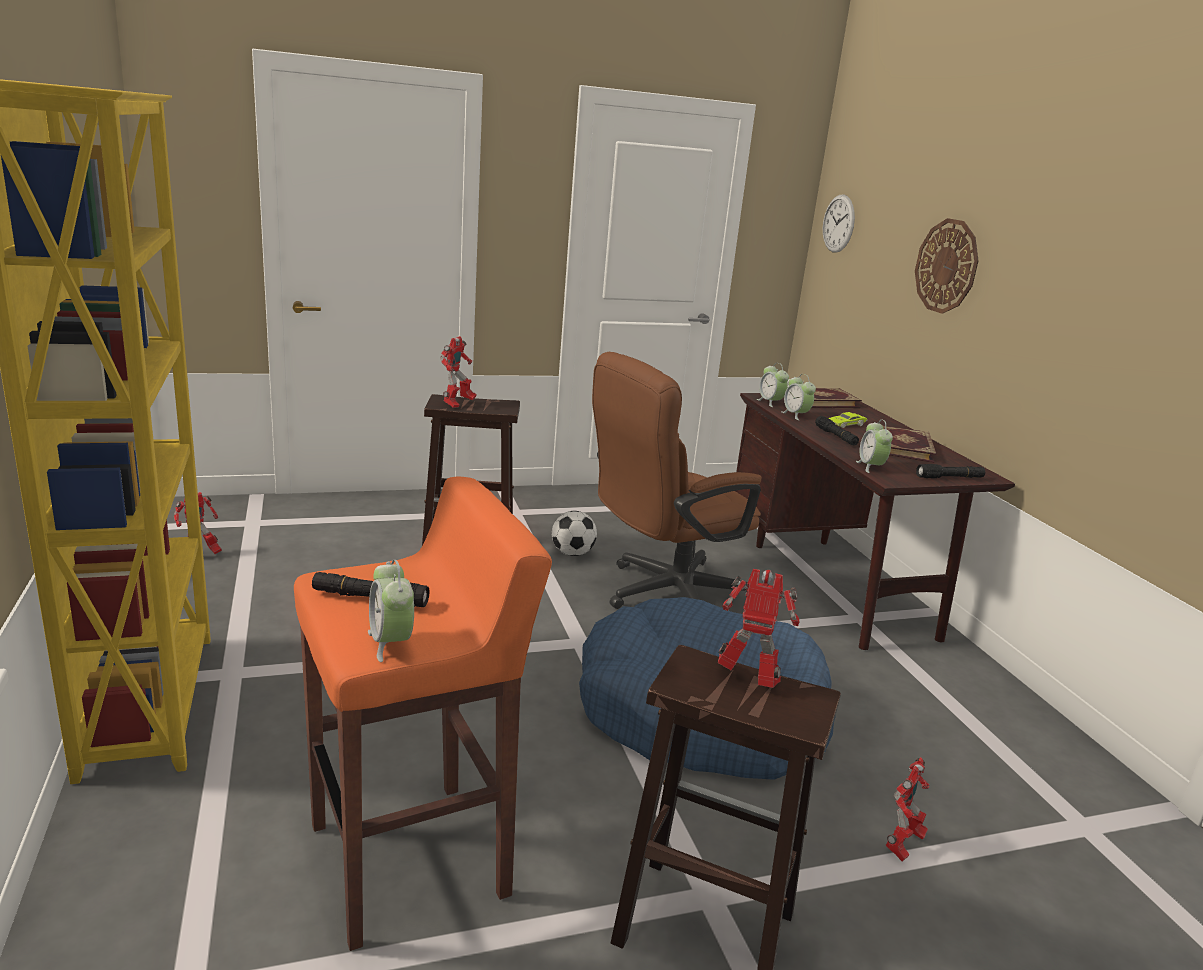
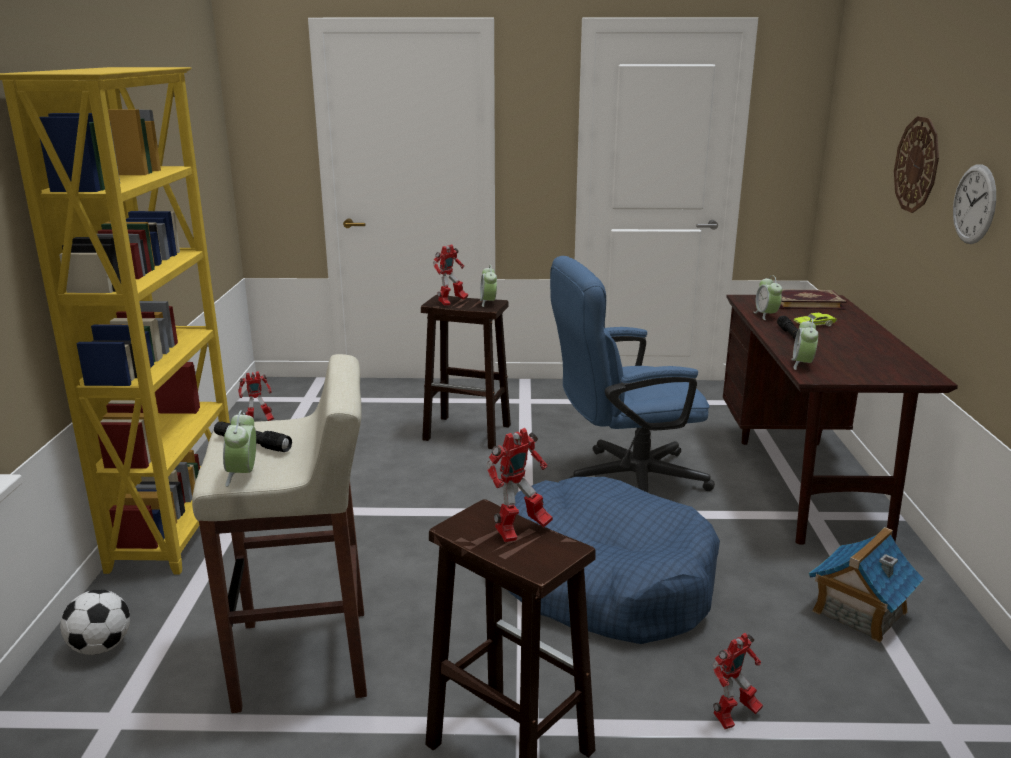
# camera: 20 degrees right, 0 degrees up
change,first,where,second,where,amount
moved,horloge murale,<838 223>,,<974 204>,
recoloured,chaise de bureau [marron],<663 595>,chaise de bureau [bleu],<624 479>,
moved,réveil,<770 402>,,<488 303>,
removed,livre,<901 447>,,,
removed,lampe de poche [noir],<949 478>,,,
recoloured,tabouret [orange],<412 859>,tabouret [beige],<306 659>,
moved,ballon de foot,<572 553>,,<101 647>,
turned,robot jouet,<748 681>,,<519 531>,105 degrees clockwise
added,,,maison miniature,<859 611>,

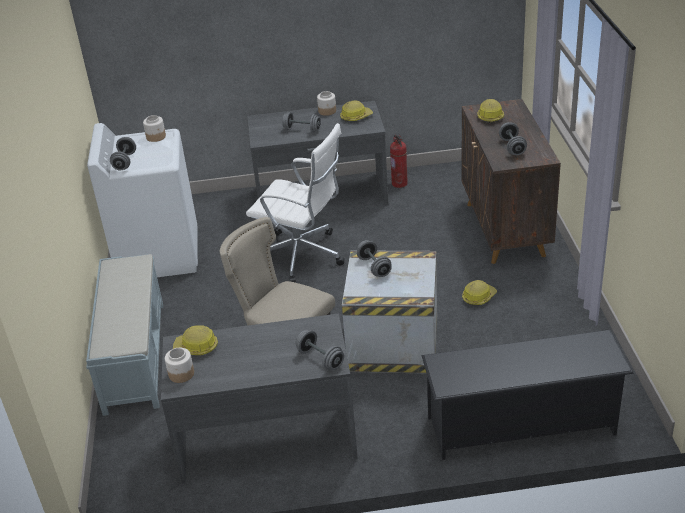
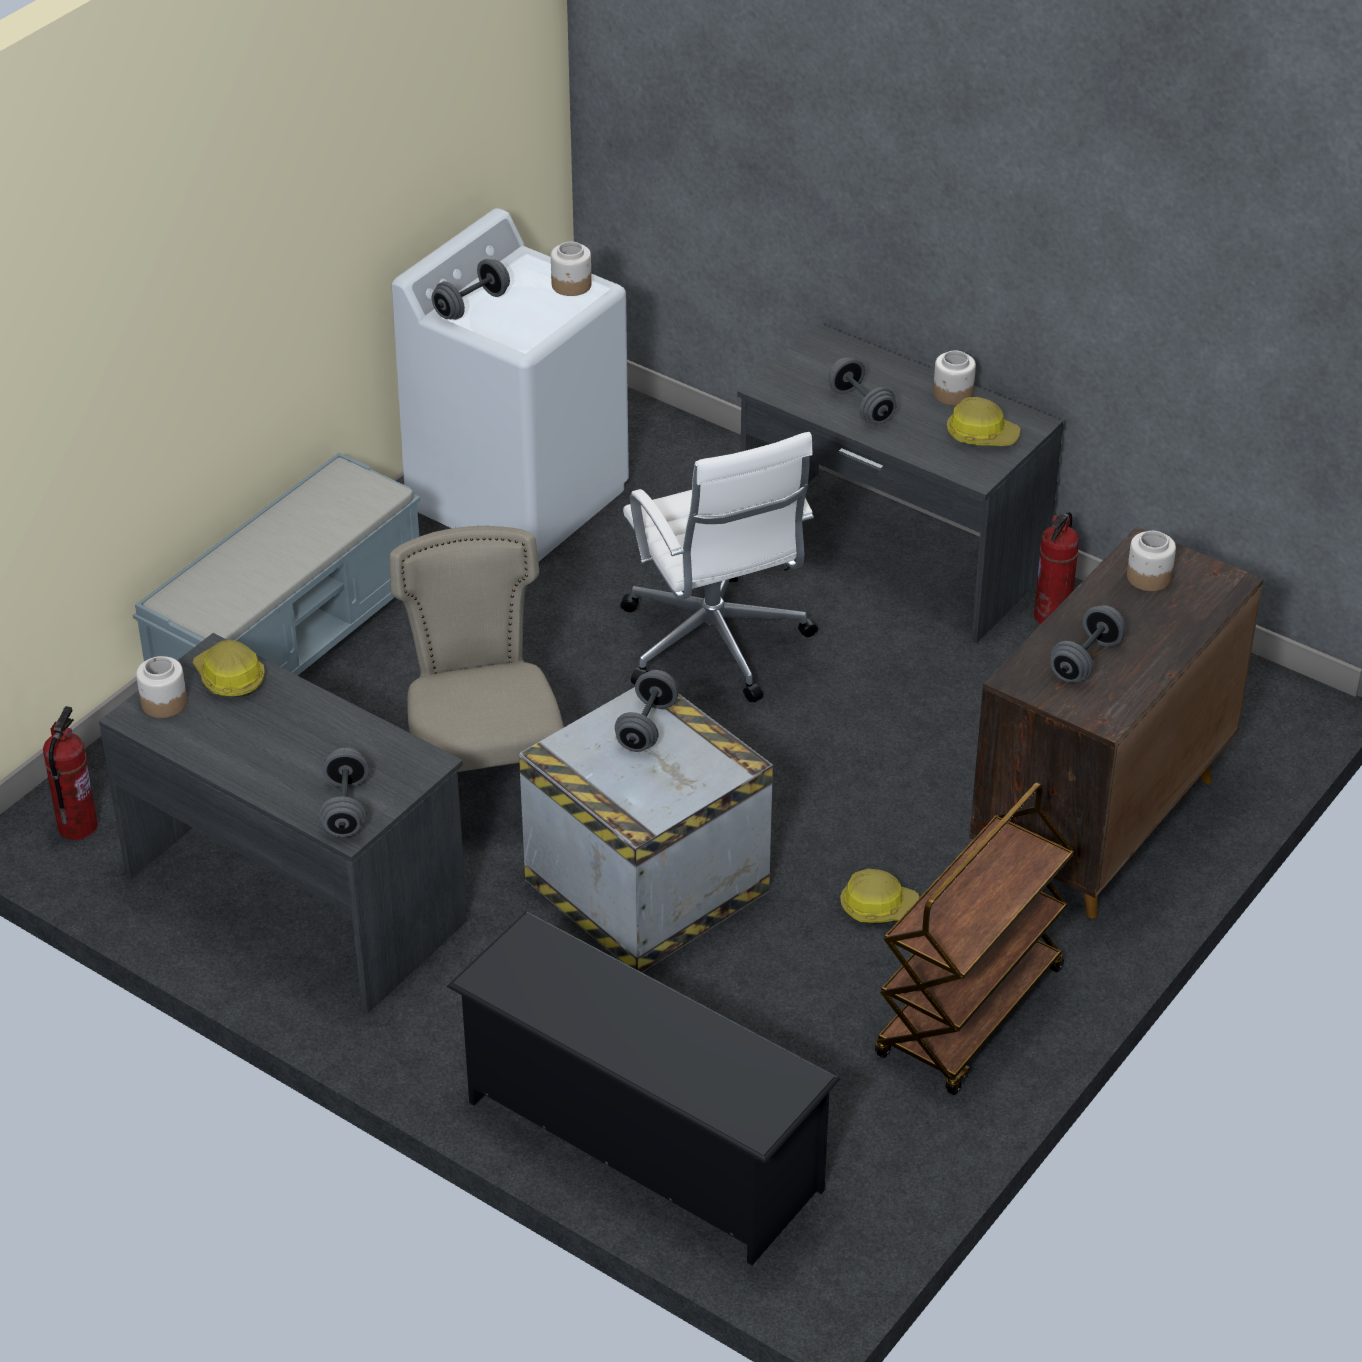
# camera: 40 degrees right, 5 degrees up
change,first,where,second,where,amount
replaced,casque de chantier,<489 116>,bocal,<1148 577>,
added,,,extincteur,<77 826>,
added,,,chariot [marron],<970 1014>,

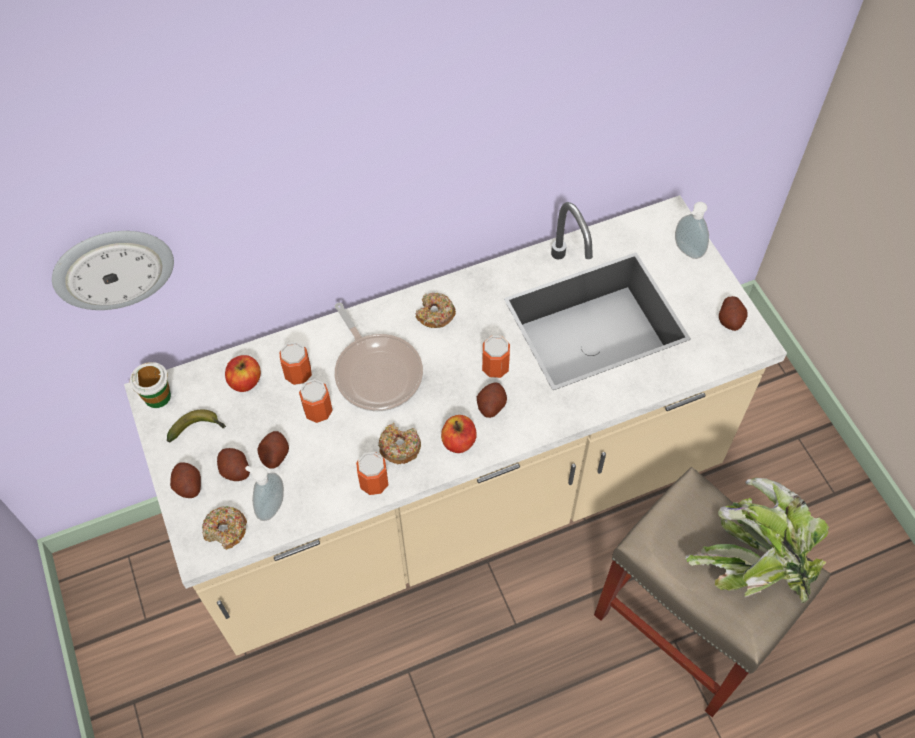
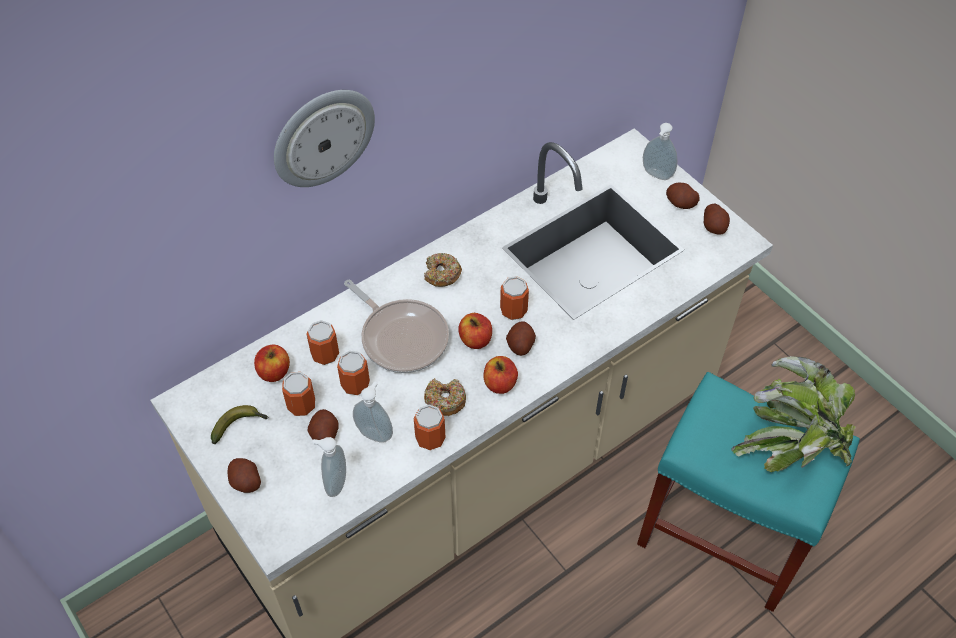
# camera: 15 degrees left, 5 degrees down
change,first,where,second,where,amount
moved,horloge murale,<113 268>,,<322 137>,
removed,tasse,<157 396>,,,
moved,pomme de terre,<235 470>,,<680 203>,
recoloured,tabouret [beige],<687 626>,tabouret [turquoise],<726 534>,
removed,beignet,<226 530>,,,
added,,,pomme,<475 340>,
added,,,boîte métallique,<301 405>,
added,,,distributeur de savon,<375 433>,

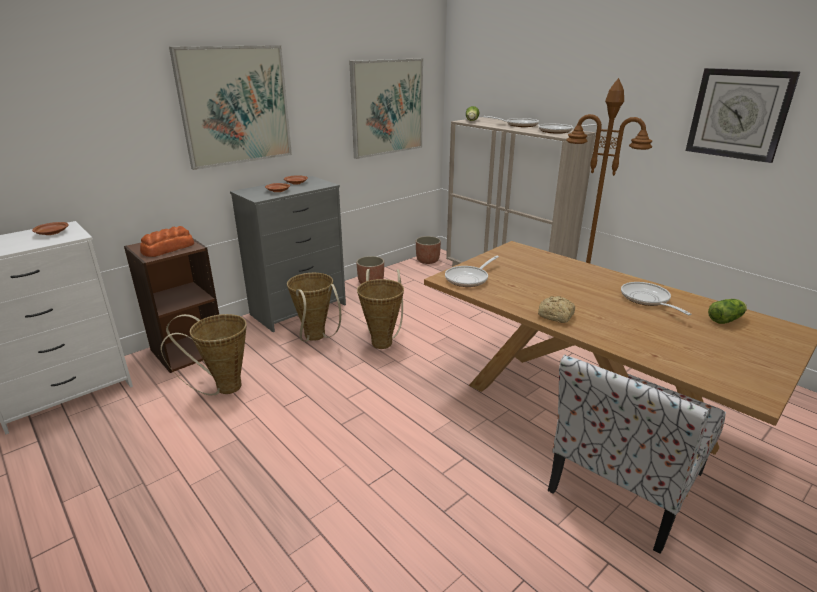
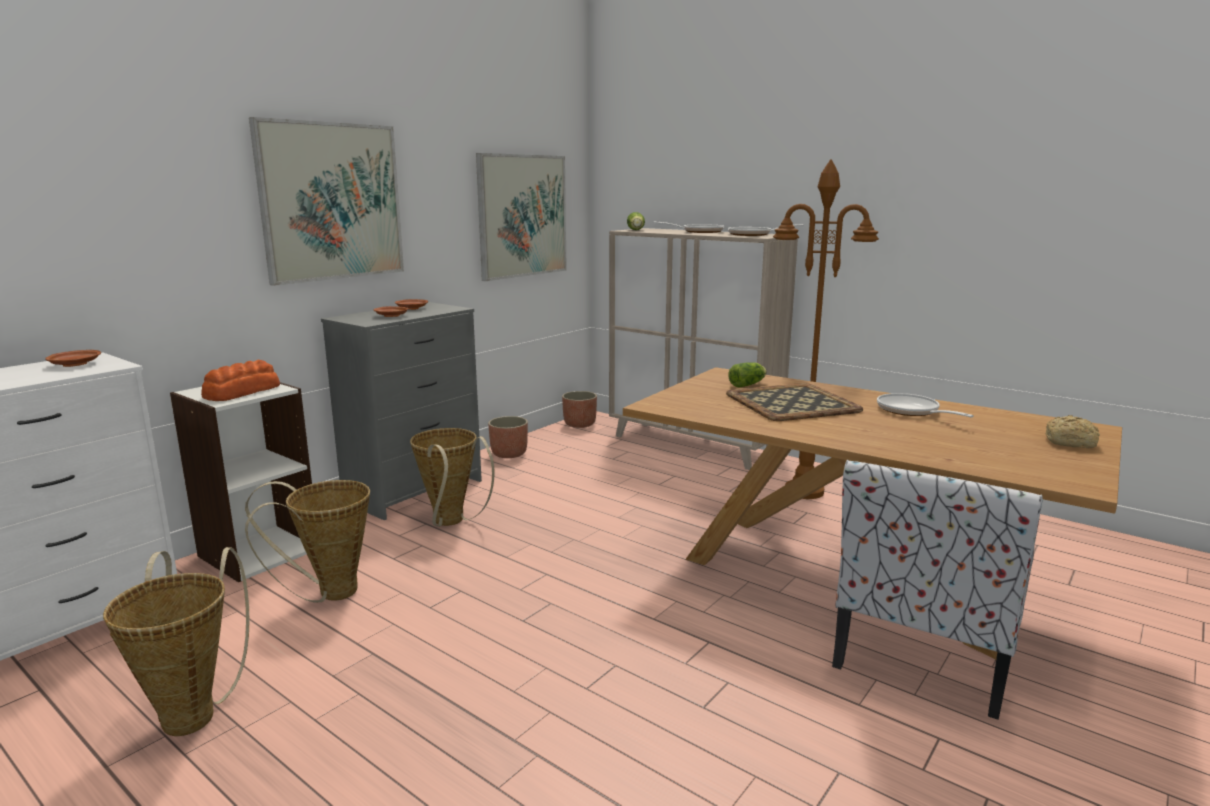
# camera: 10 degrees left, 10 degrees down
change,first,where,second,where,amount
removed,horloge murale,<739 114>,,,
recoloured,bibliothèque [marron],<188 350>,bibliothèque [blanc],<258 552>,
removed,poêle,<469 278>,,,
moved,panier,<382 341>,,<194 712>,
moved,pain,<556 316>,,<1071 442>,
moved,laitue,<726 319>,,<748 385>,
added,,,plateau,<791 403>,

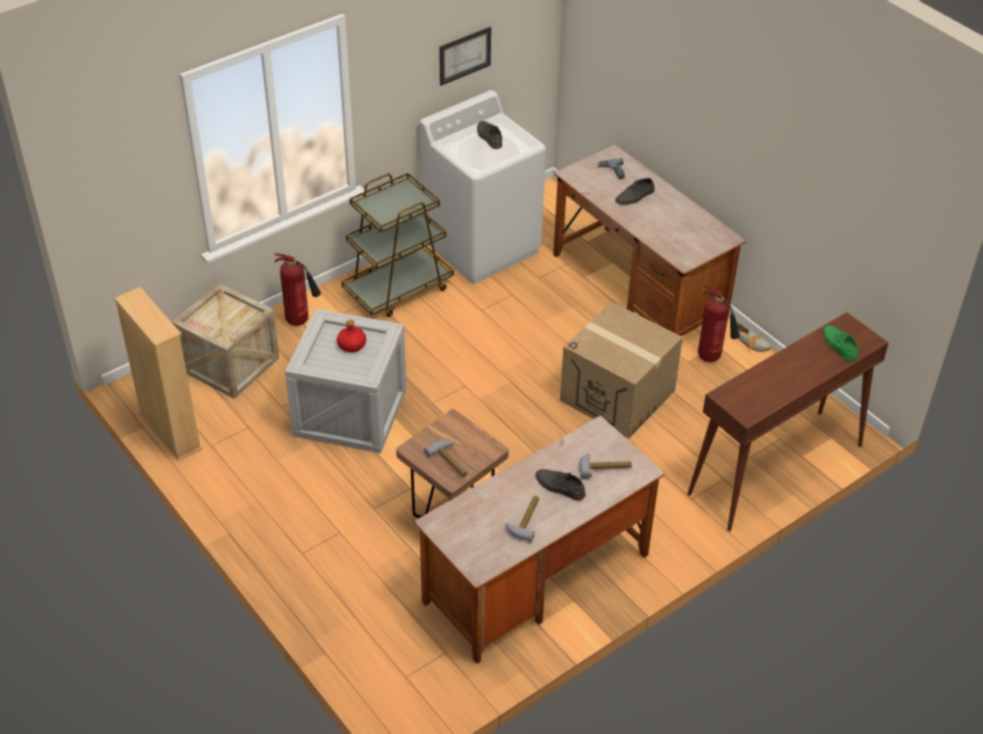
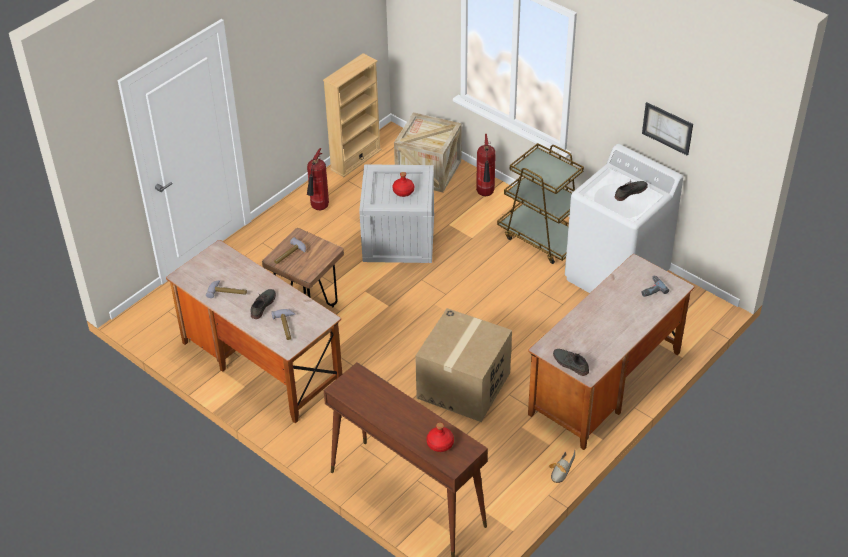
# camera: 80 degrees right, 0 degrees up
change,first,where,second,where,amount
moved,chaussure [gris],<635 196>,,<570 363>,
moved,extincteur,<712 358>,,<319 208>,
replaced,chaussure [vert],<838 345>,bouteille [rouge],<439 444>,

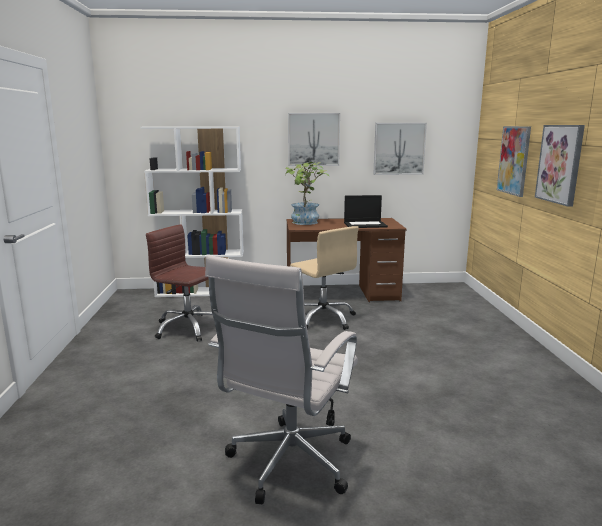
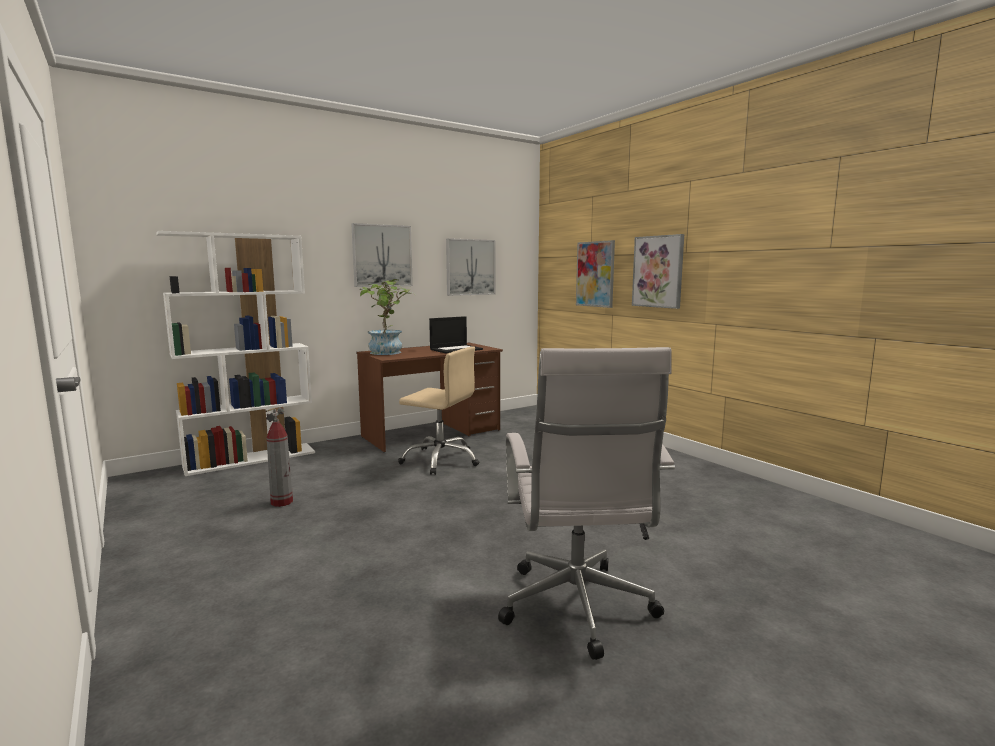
# camera: 30 degrees left, 5 degrees down
change,first,where,second,where,amount
replaced,chaise de bureau [marron],<188 328>,extincteur,<282 502>,

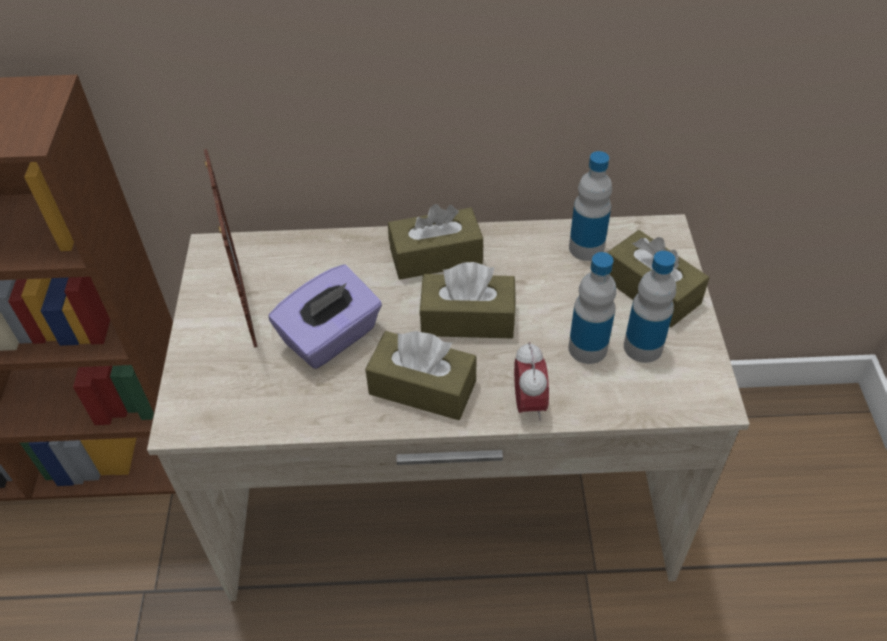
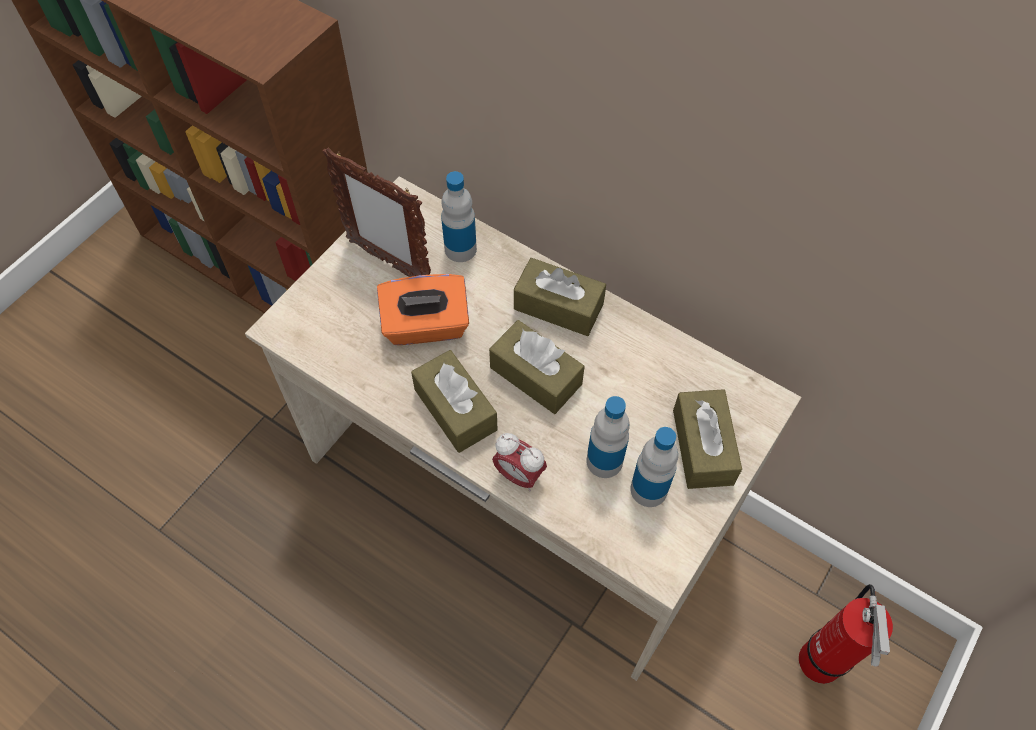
# camera: 35 degrees right, 10 degrees up
change,first,where,second,where,amount
turned,cadre photo,<246 307>,,<388 263>,105 degrees clockwise
moved,bouteille,<586 248>,,<460 249>,
recoloured,boîte à mouchoirs [violet],<331 337>,boîte à mouchoirs [orange],<426 326>,
turned,réveil,<529 404>,,<519 475>,90 degrees clockwise
added,,,extincteur,<820 667>,

